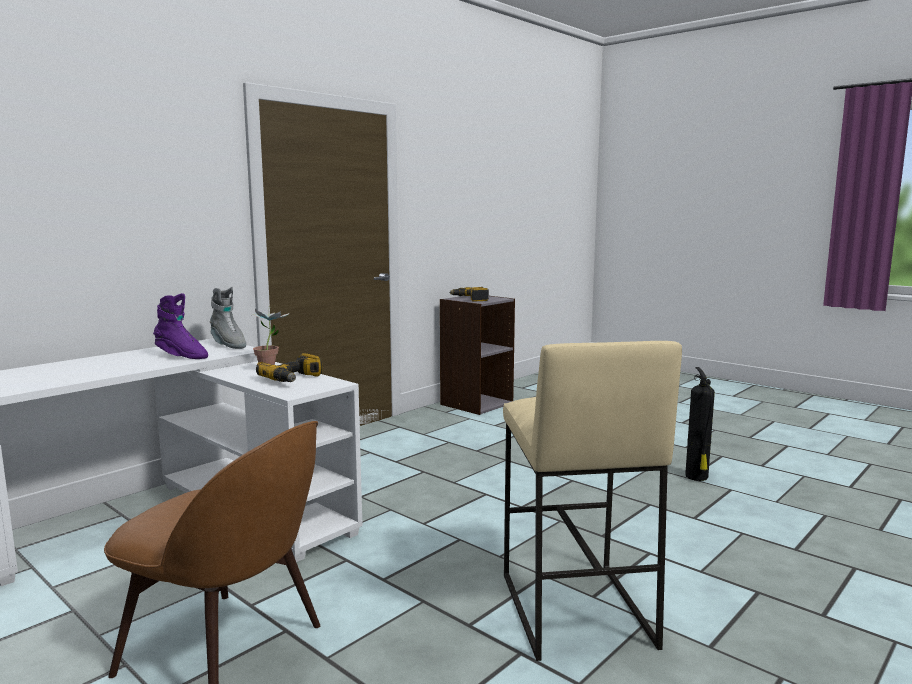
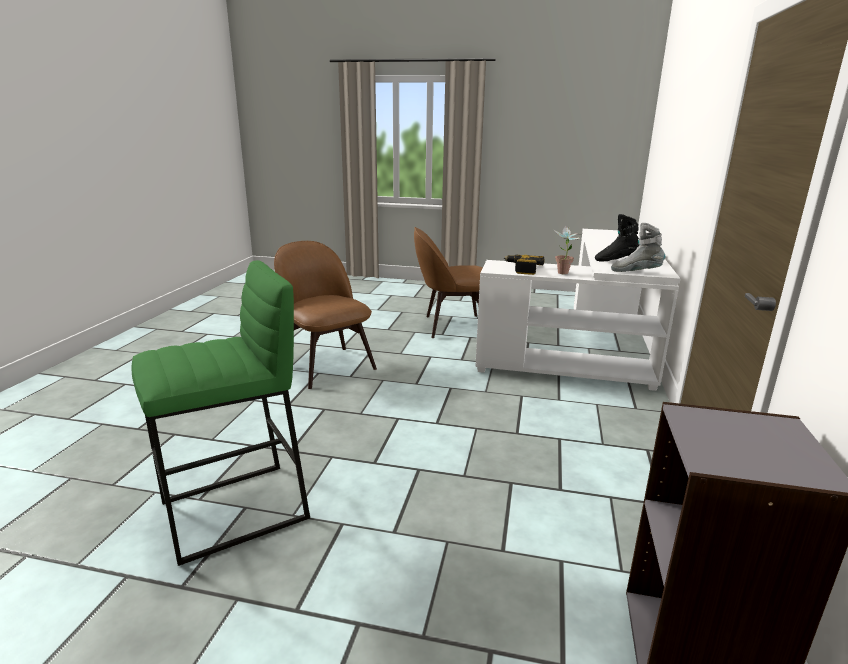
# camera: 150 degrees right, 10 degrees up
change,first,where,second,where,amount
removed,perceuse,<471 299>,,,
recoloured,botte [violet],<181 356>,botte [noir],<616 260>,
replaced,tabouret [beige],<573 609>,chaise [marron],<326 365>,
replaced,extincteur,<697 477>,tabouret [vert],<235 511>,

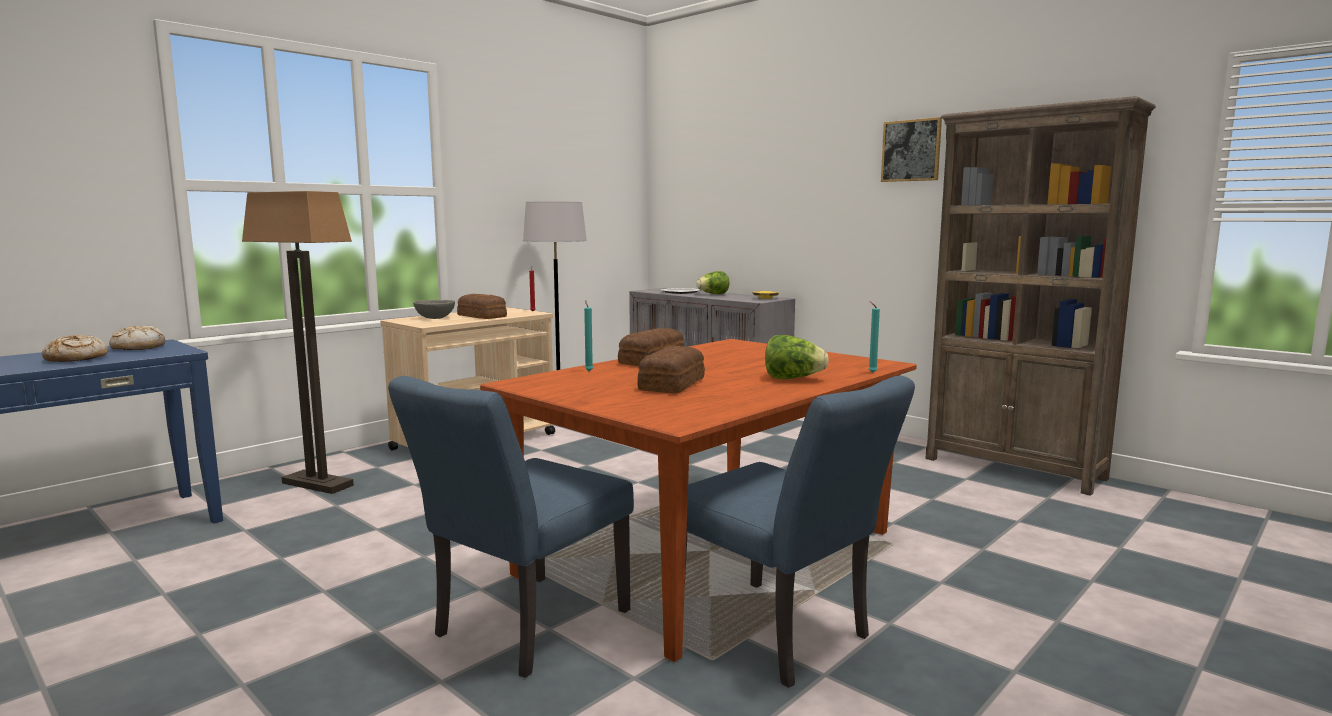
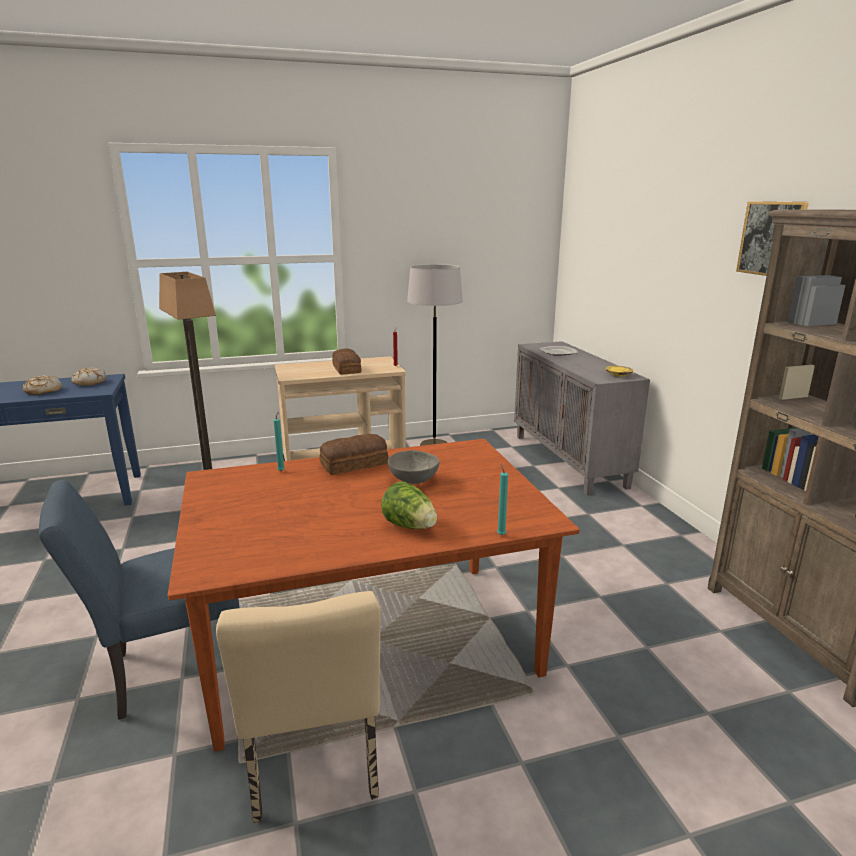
# camera: 30 degrees right, 10 degrees up
change,first,where,second,where,amount
removed,laitue,<713 294>,,,
moved,bol [gris],<434 318>,,<412 480>,
removed,pain,<670 384>,,,
recoloured,chaise [bleu],<781 637>,chaise [beige],<313 763>,

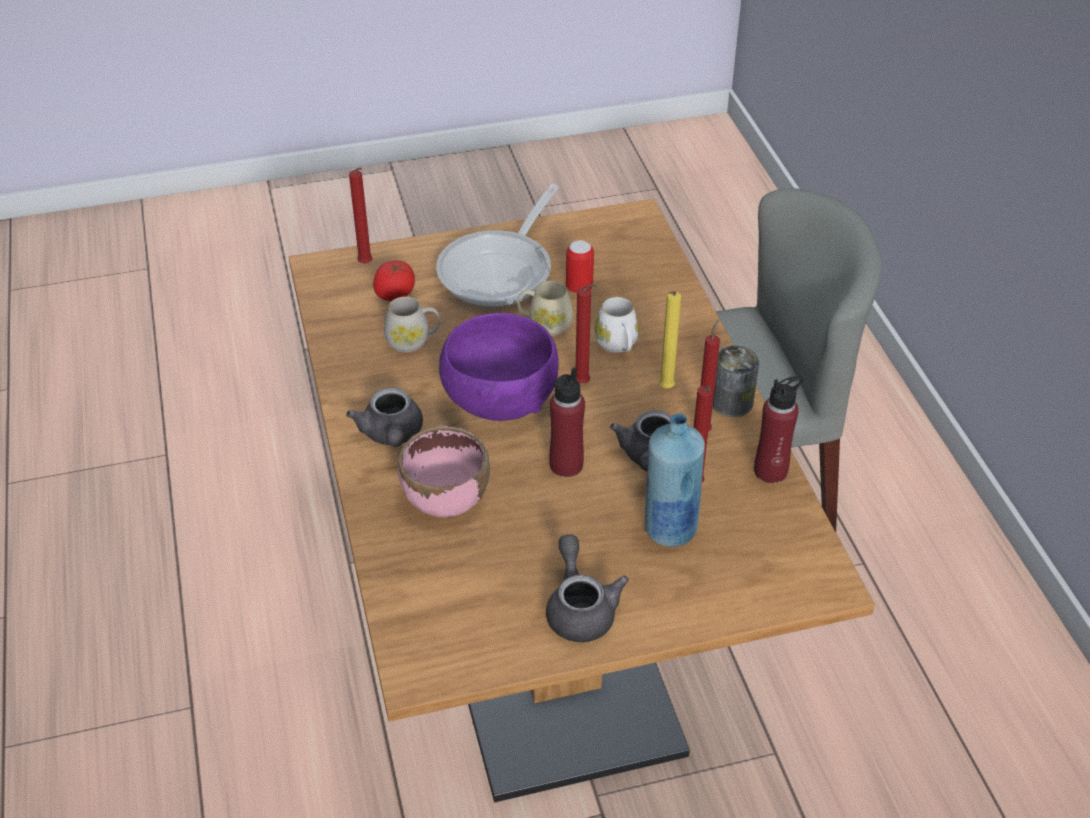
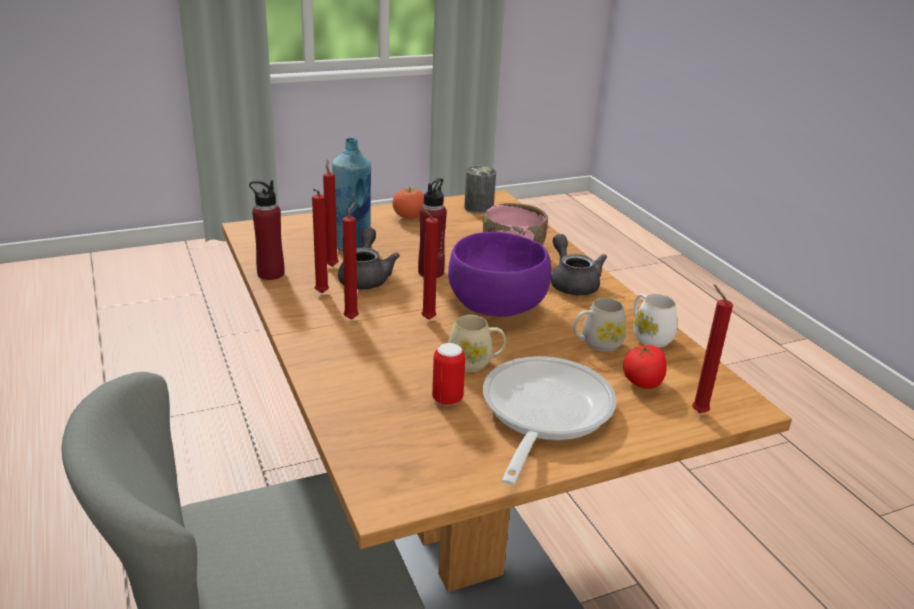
# camera: 170 degrees right, 15 degrees down
change,first,where,second,where,amount
recoloured,bougie [jaune],<665 389>,bougie [rouge],<352 318>,
moved,mug [blanc],<618 345>,,<649 336>,
moved,boîte métallique,<731 402>,,<478 208>,
replaced,théière [gris],<580 608>,tomate,<409 217>,

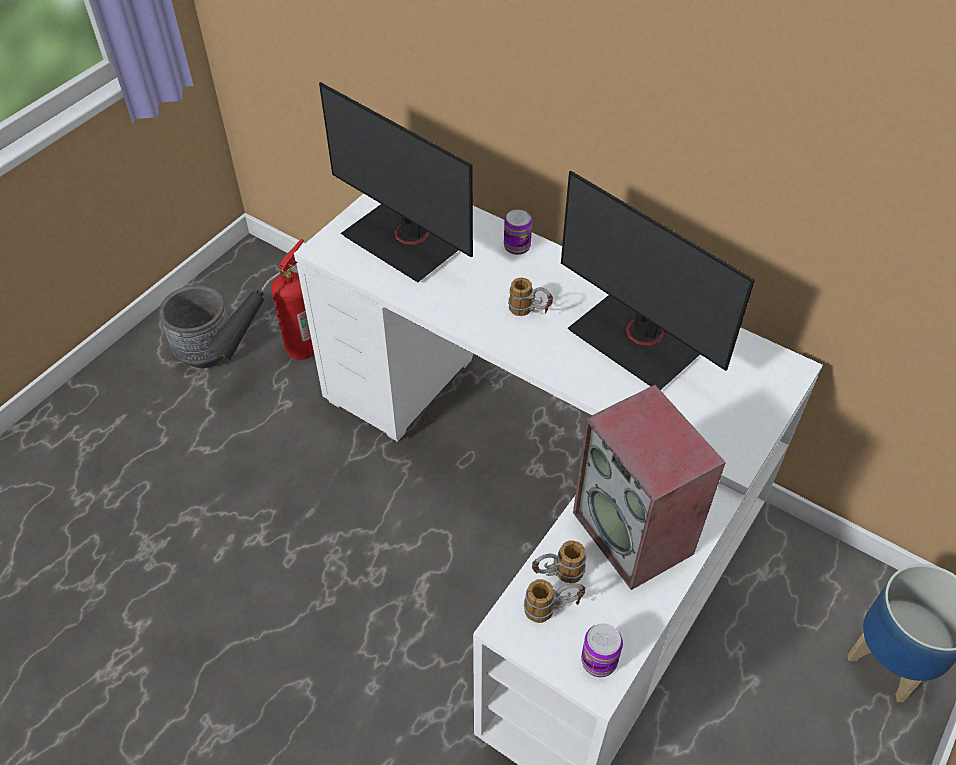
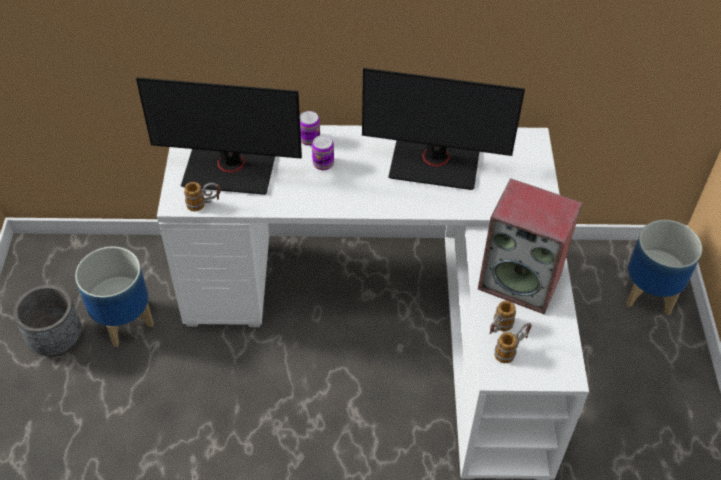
# camera: 35 degrees left, 0 degrees up
change,first,where,second,where,amount
replaced,extincteur,<278 366>,cache-pot,<125 321>,
moved,mug,<530 312>,,<204 204>,
moved,boîte métallique,<599 661>,,<323 163>,

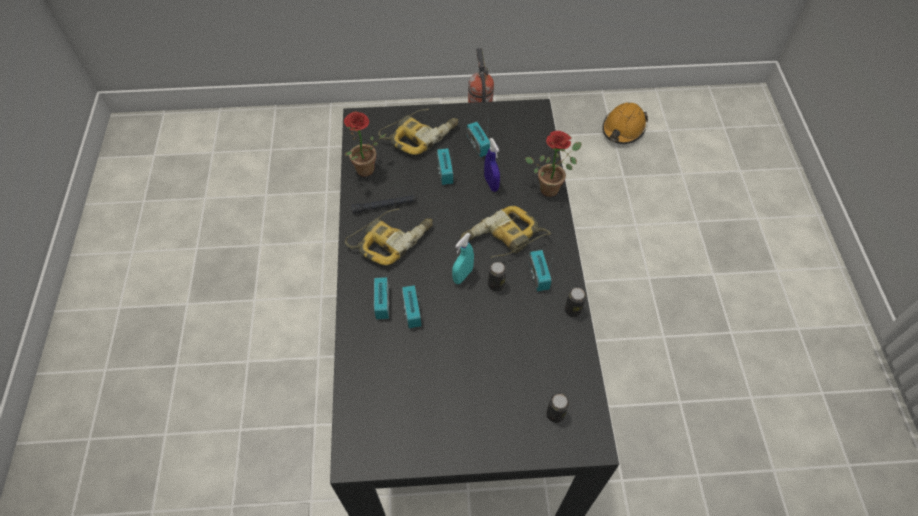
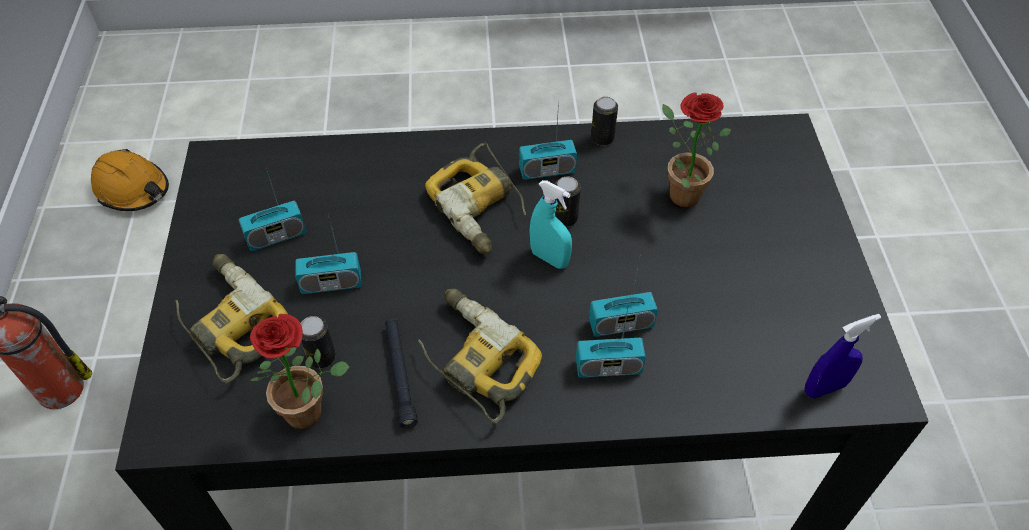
# camera: 90 degrees left, 5 degrees down
change,first,where,second,where,amount
moved,plante en pot,<551 186>,,<678 193>,
moved,vaporisateur [bleu],<491 184>,,<824 388>,
moved,boîte métallique,<555 414>,,<321 357>,

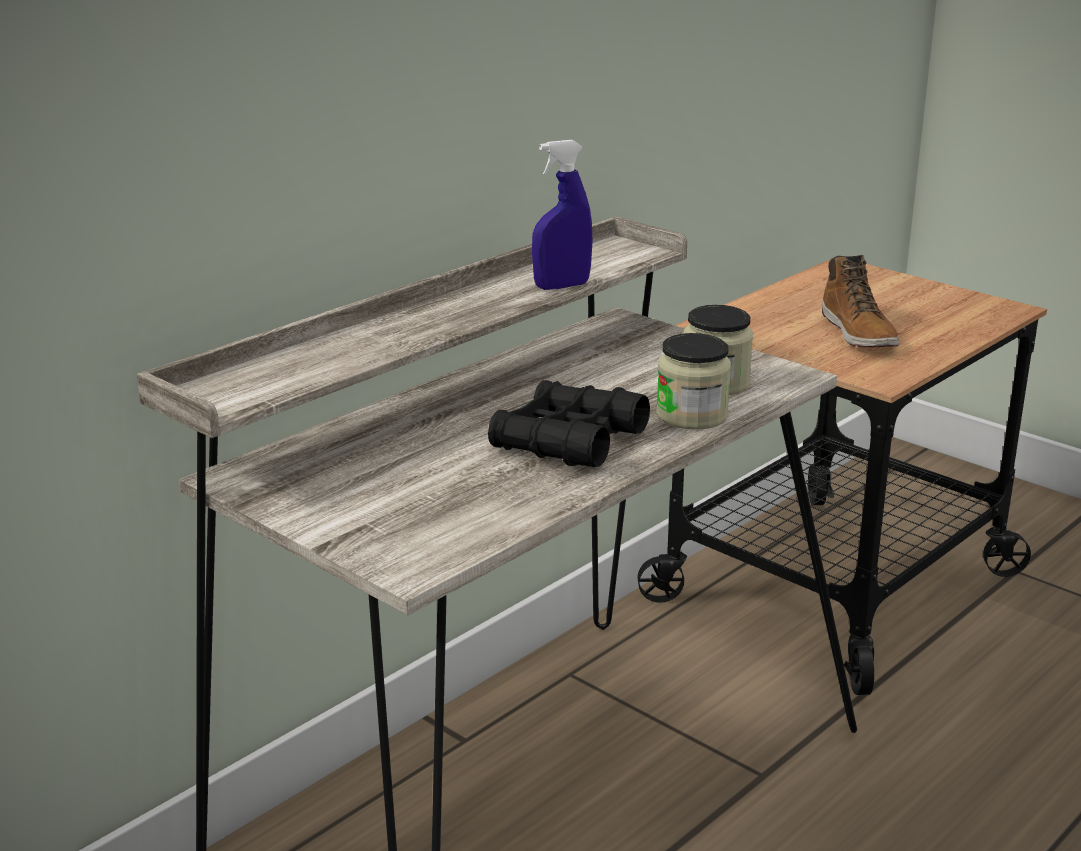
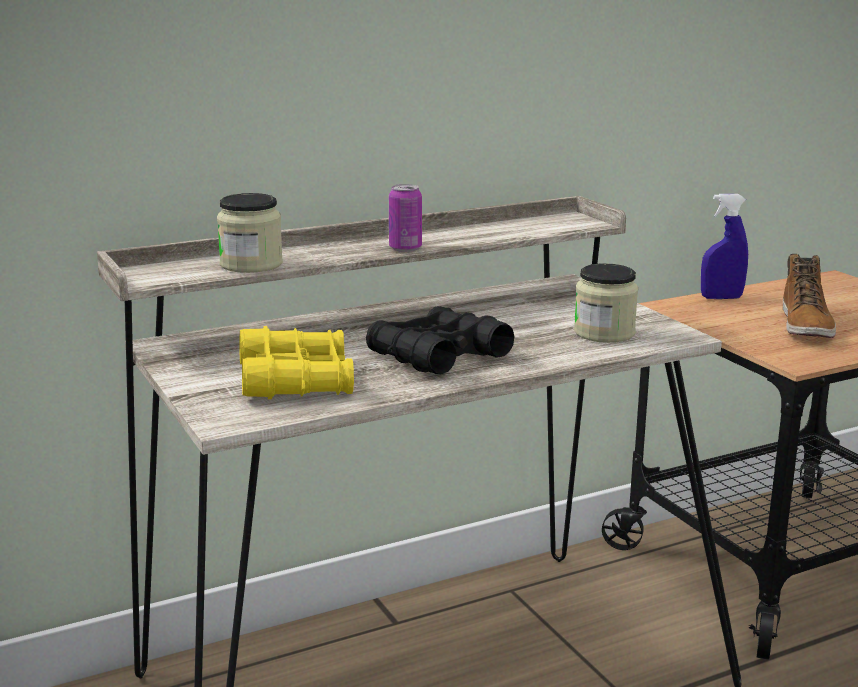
# camera: 20 degrees right, 5 degrees down
change,first,where,second,where,amount
moved,vaporisateur [bleu],<562 286>,,<721 298>,
moved,bocal,<692 415>,,<251 264>,
added,,,boîte métallique,<405 248>,
added,,,jumelles [jaune],<296 380>,

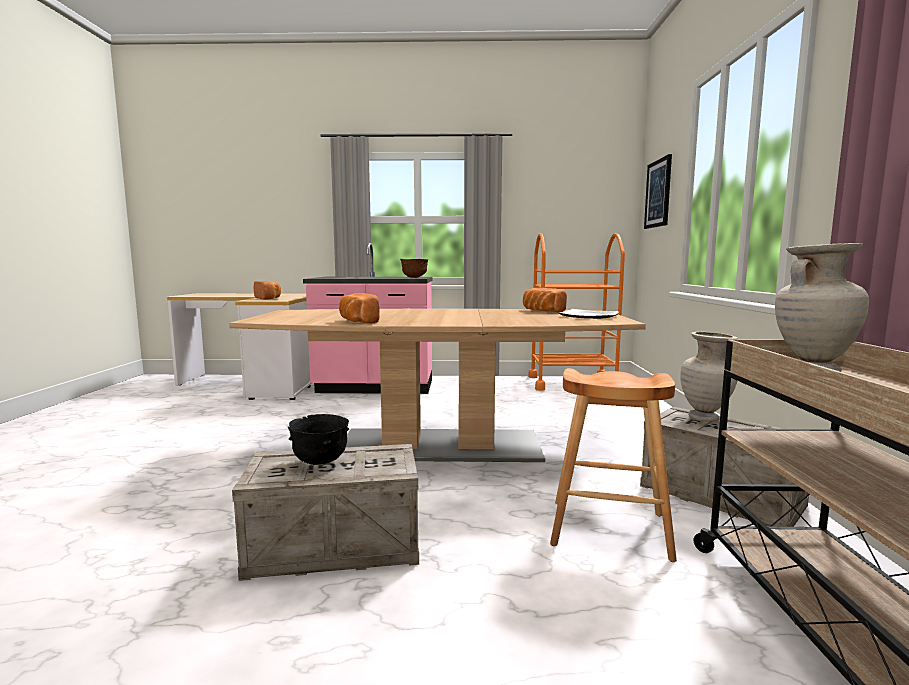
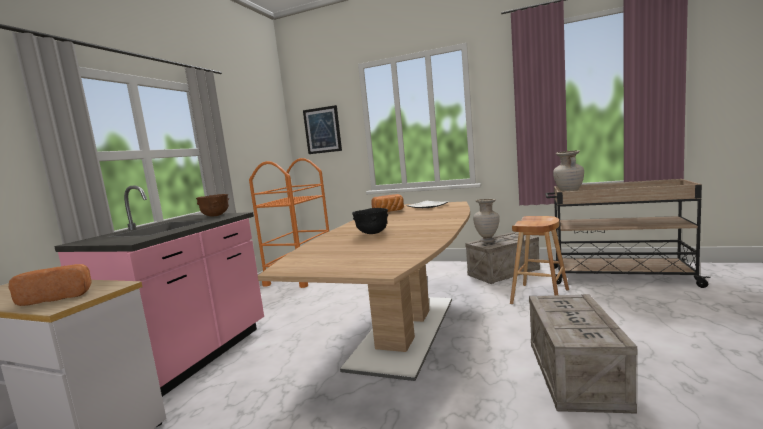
# camera: 70 degrees left, 0 degrees up
change,first,where,second,where,amount
removed,pain,<357 322>,,,
moved,bol [noir],<320 461>,,<372 233>,

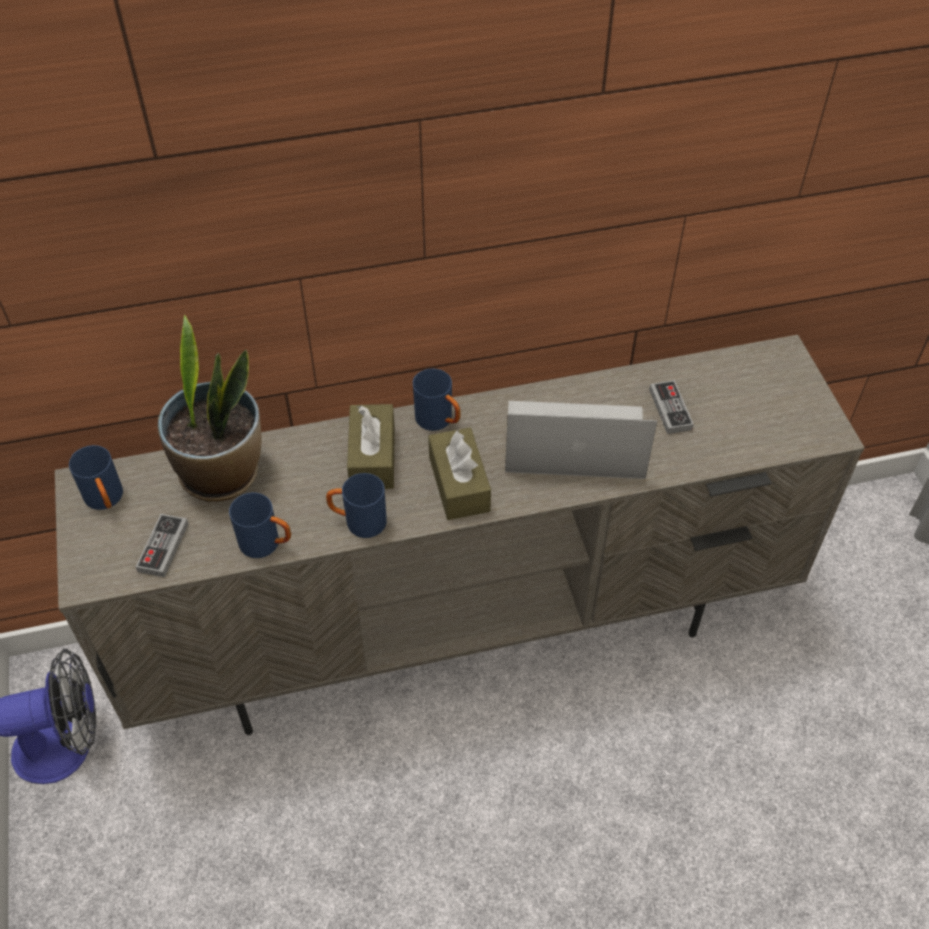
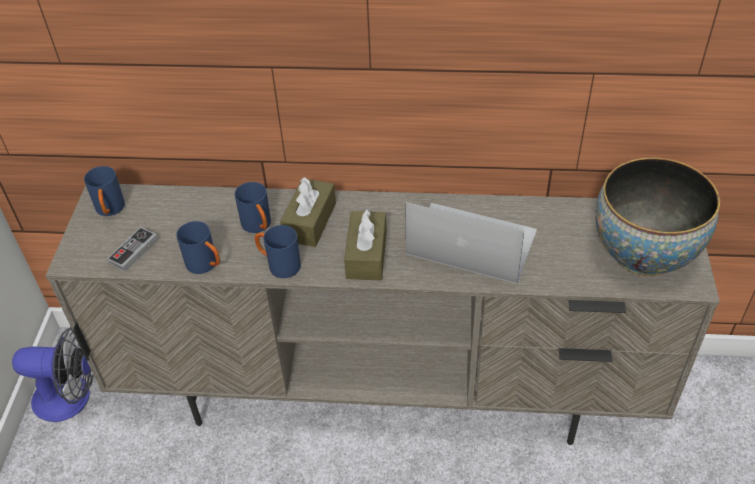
# camera: 20 degrees right, 5 degrees down
change,first,where,second,where,amount
removed,plante en pot,<222 473>,,,
moved,mug [bleu],<439 421>,,<259 227>,
removed,manette,<670 409>,,,
added,,,bol,<643 255>,

